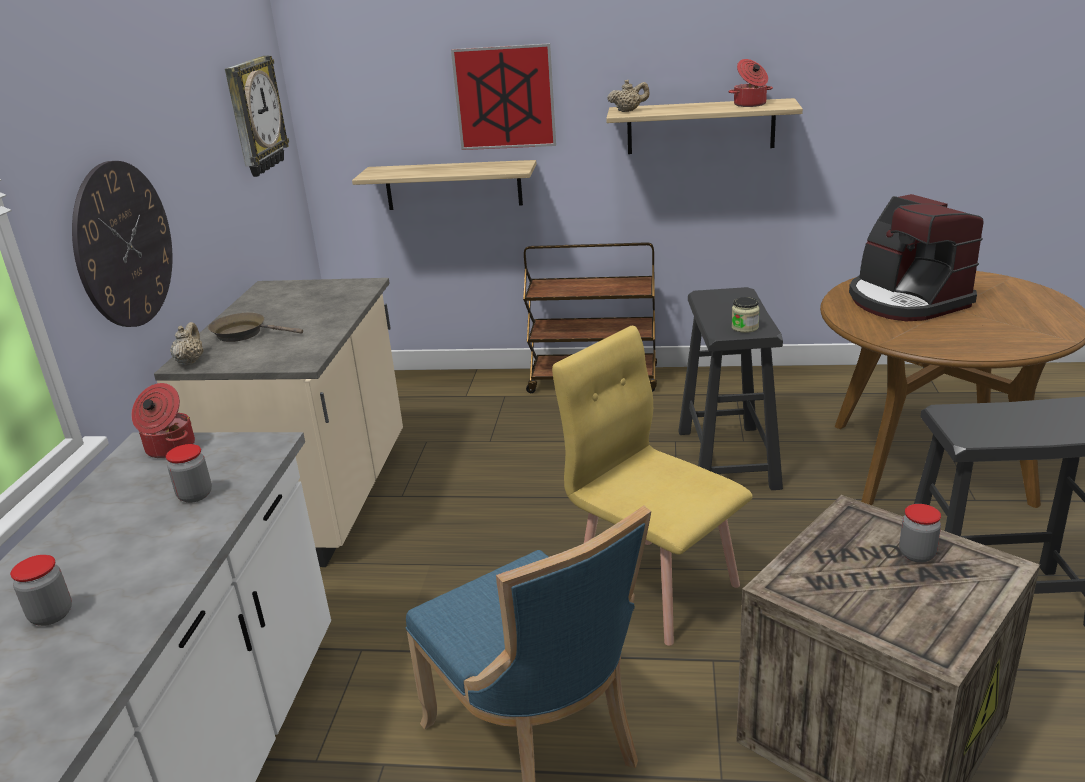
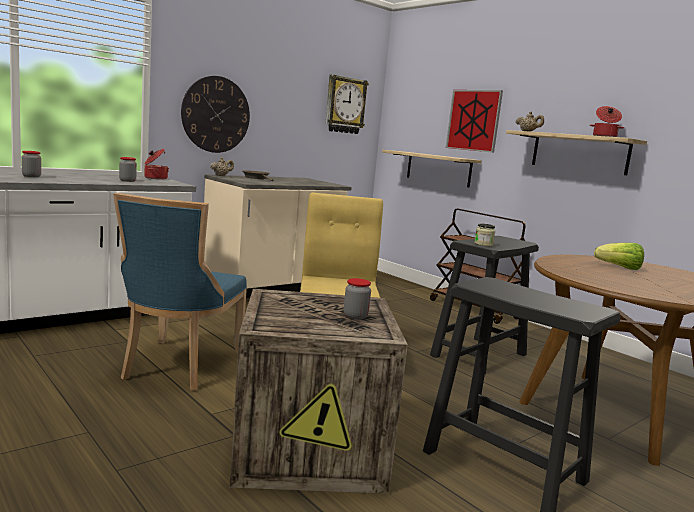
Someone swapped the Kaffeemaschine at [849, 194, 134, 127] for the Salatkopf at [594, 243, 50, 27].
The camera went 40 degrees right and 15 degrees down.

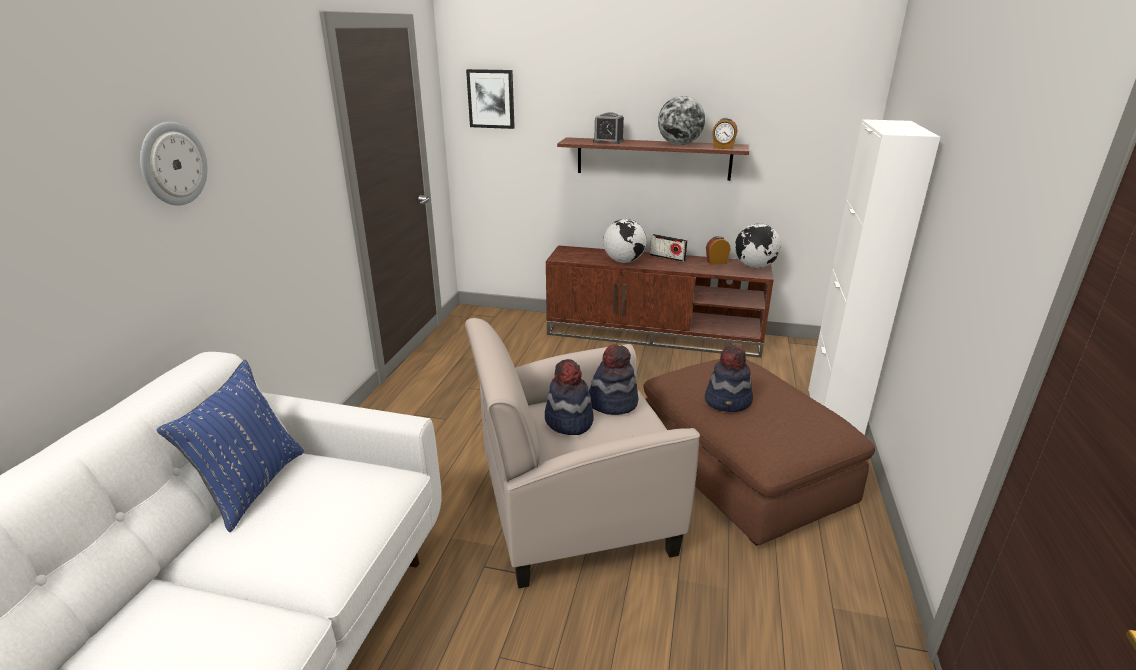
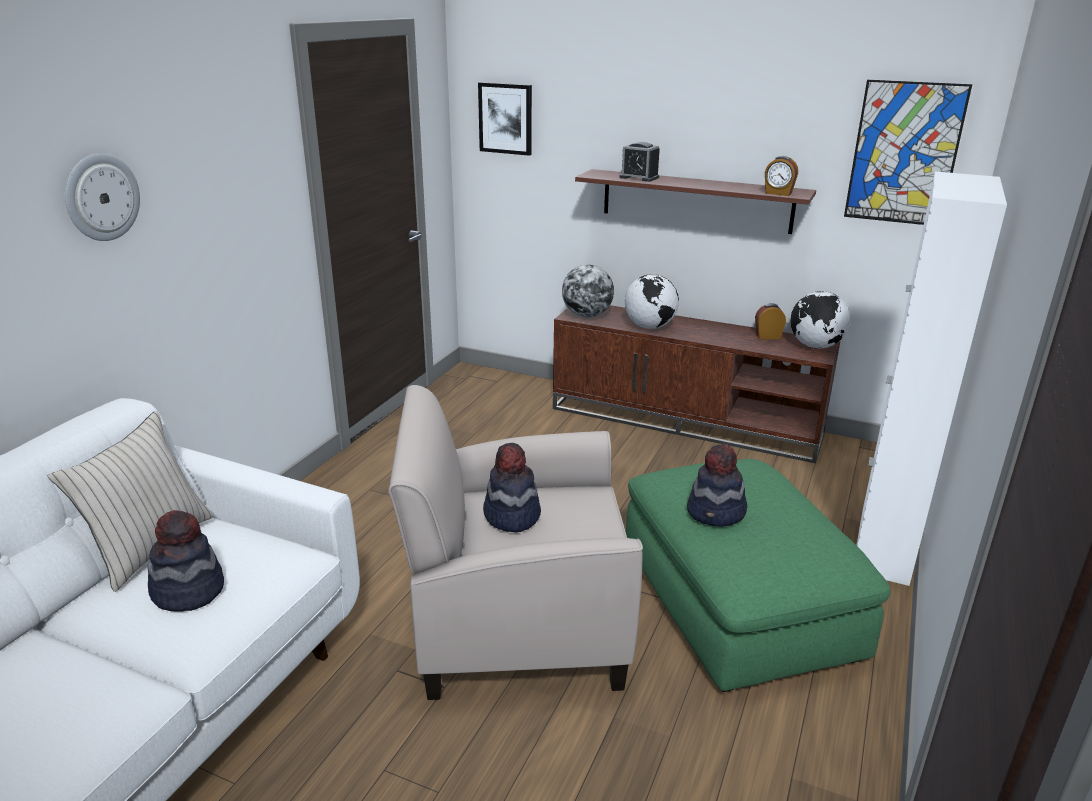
Someone repainted the Kissen (blau) at [156, 360, 148, 172], which became the Kissen (beige) at [48, 410, 165, 182].
Someone carried the Hut from [588, 344, 51, 71] to [148, 510, 76, 102].
Someone carried the Globus from [658, 96, 47, 49] to [562, 265, 52, 52].
Someone repainted the Polsterhocker (braun) at [643, 359, 232, 187], which became the Polsterhocker (grün) at [626, 459, 265, 233].
Someone put up the Bild at [844, 80, 128, 145].
Someone took away the Radio at [650, 234, 38, 28].
The camera went 10 degrees right and 0 degrees up.

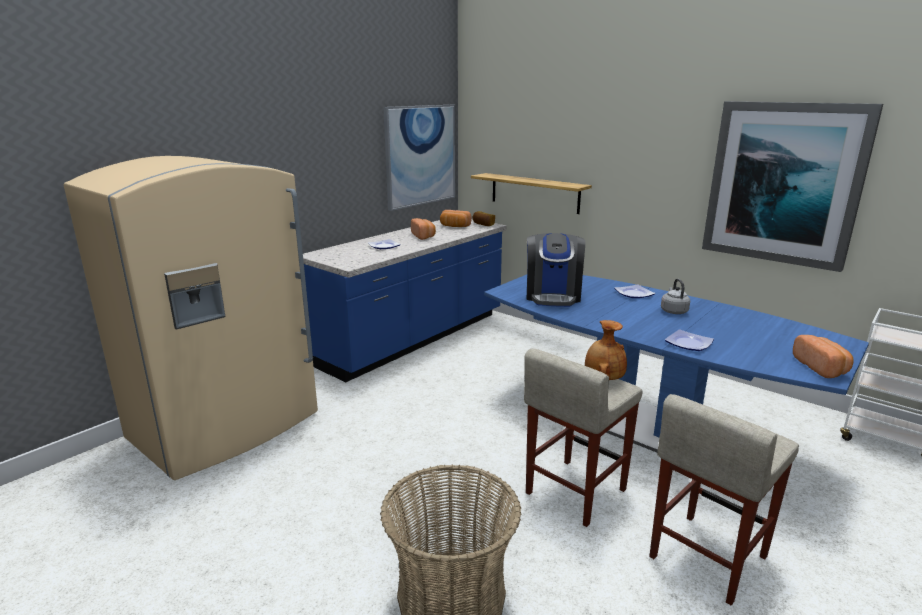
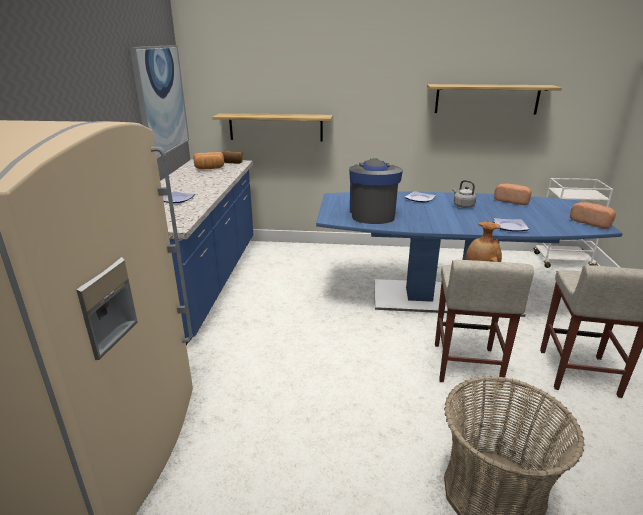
Someone rotated the Kaffeemaschine at [526, 233, 59, 74] by 150 degrees counterclockwise.
Someone swapped the Bild at [702, 101, 181, 171] for the Wandregal at [427, 84, 135, 30].
Someone carried the Brot from [411, 218, 25, 22] to [494, 183, 37, 22].
The camera went 35 degrees left and 5 degrees up.

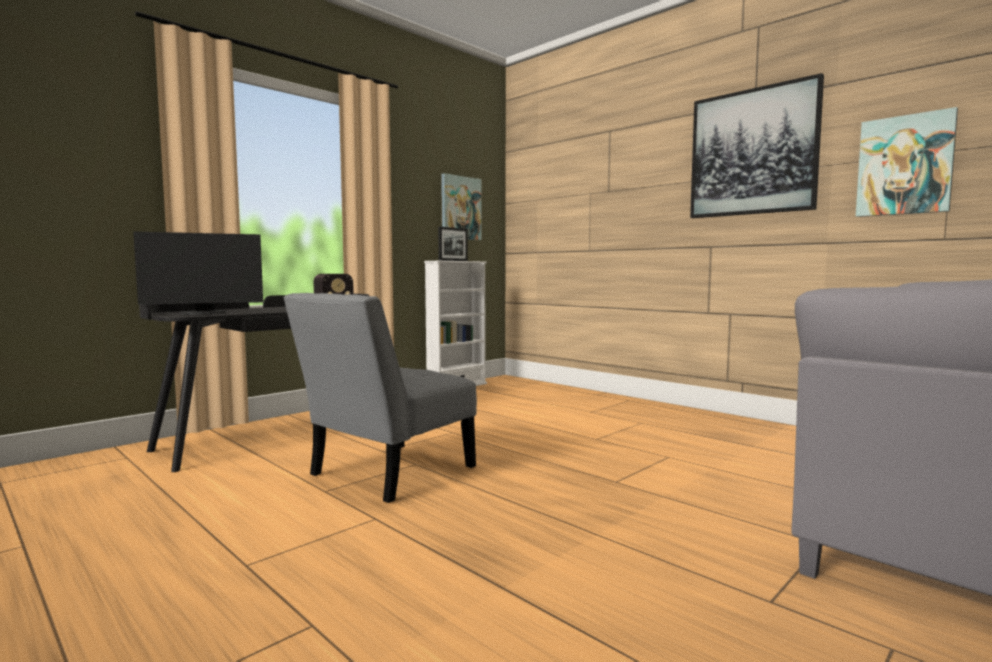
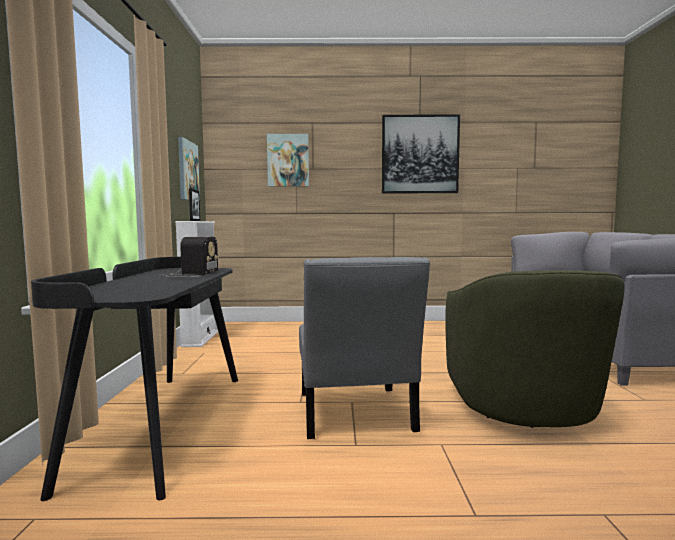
Someone carried the Bild from [856, 107, 102, 110] to [267, 134, 42, 53].
Someone put down the Sessel (grün) at [445, 270, 180, 158].
Someone took away the Monitor at [133, 232, 130, 83].
The camera went 45 degrees left and 0 degrees up.

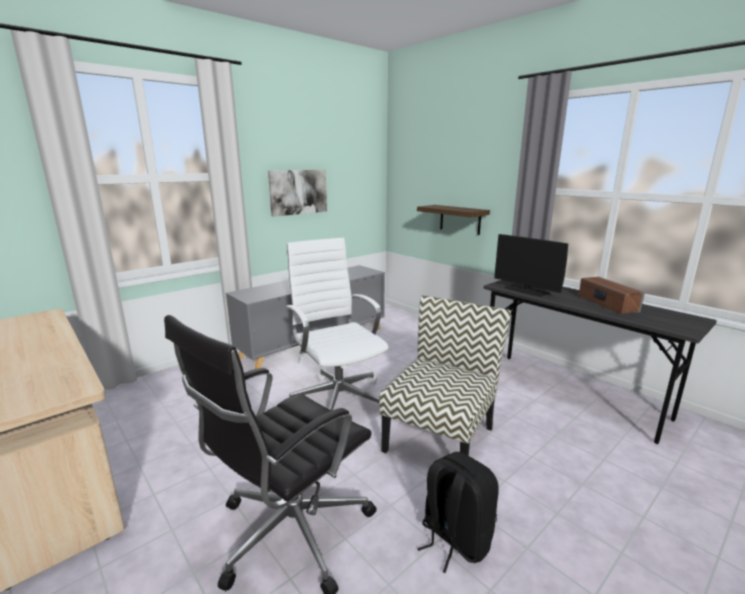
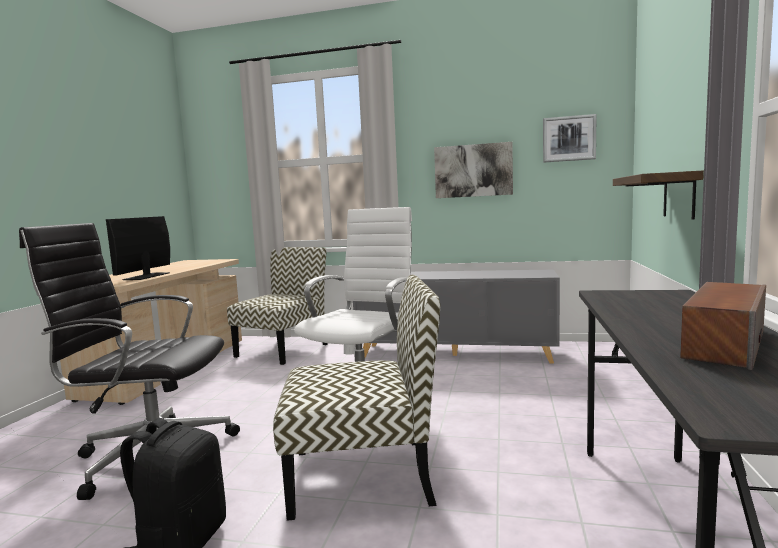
Someone carried the Monitor from [494, 234, 74, 63] to [106, 216, 64, 64].
Someone put down the Stuhl at [227, 247, 101, 118].
Someone put up the Bild at [543, 114, 54, 49].
The camera went 55 degrees right and 10 degrees down.

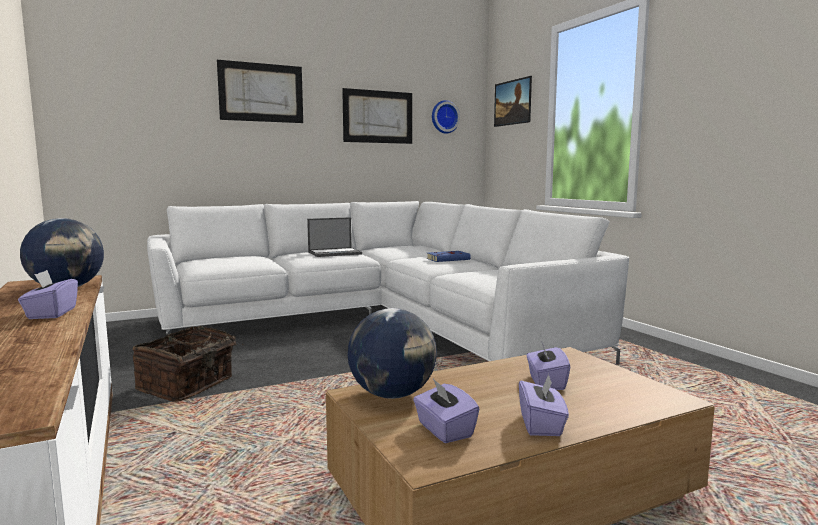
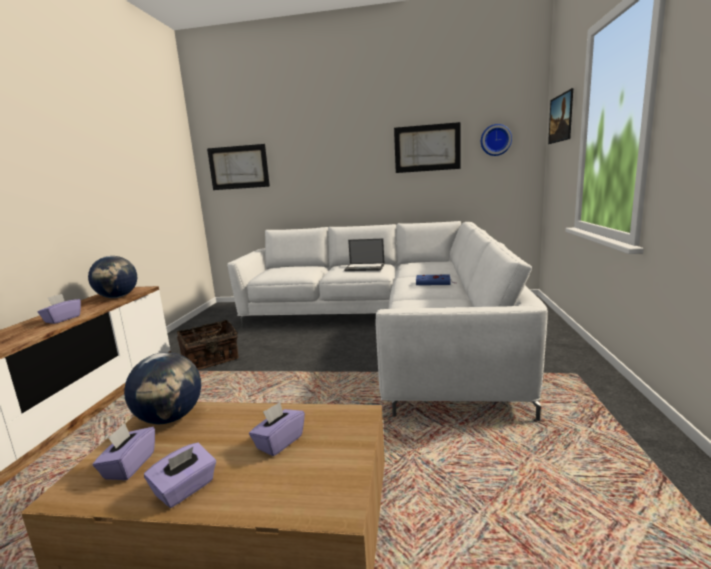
Someone carried the Bild from [217, 60, 86, 63] to [207, 144, 63, 46].
The camera went 35 degrees right and 5 degrees up.

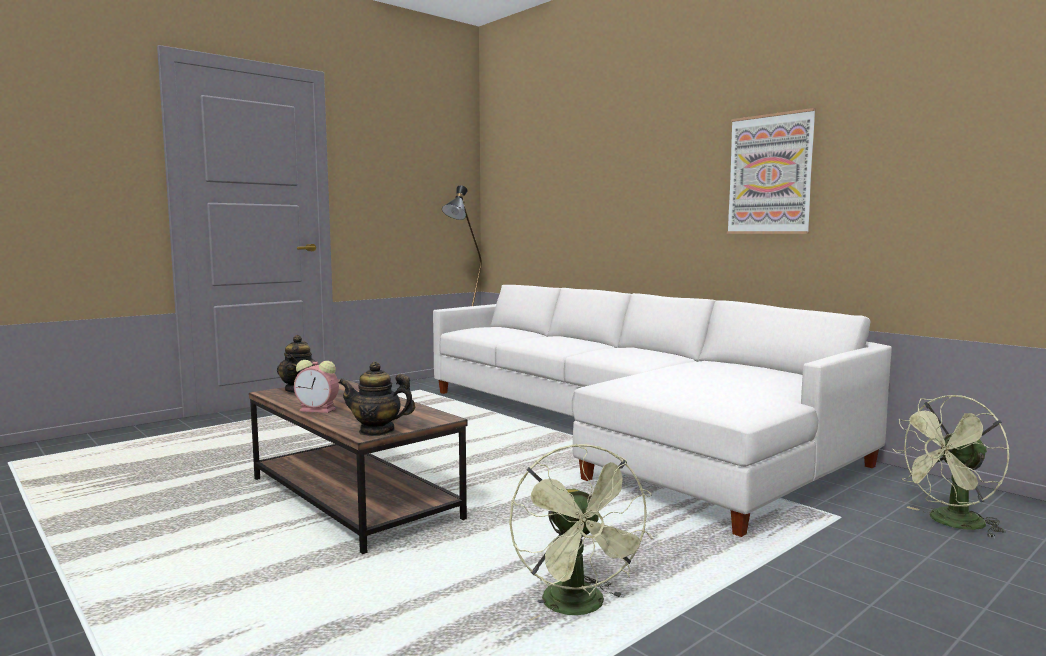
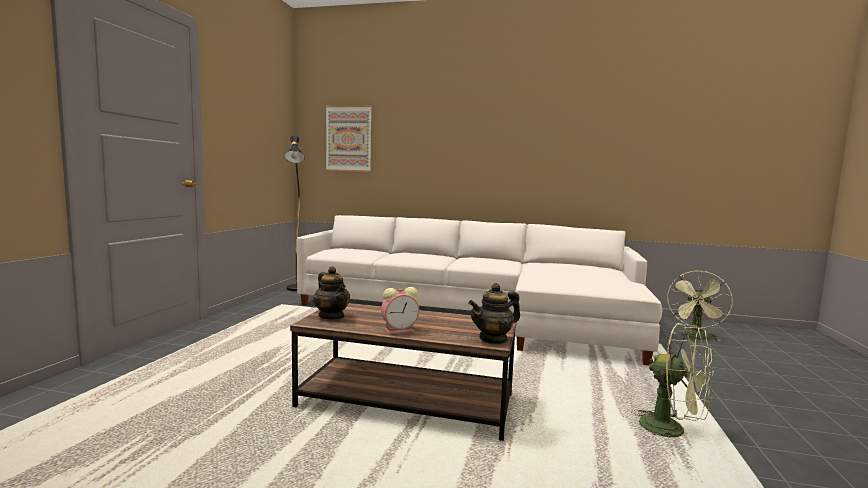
Someone carried the Bild from [727, 108, 89, 126] to [326, 105, 46, 67].
The camera went 35 degrees left and 0 degrees up.

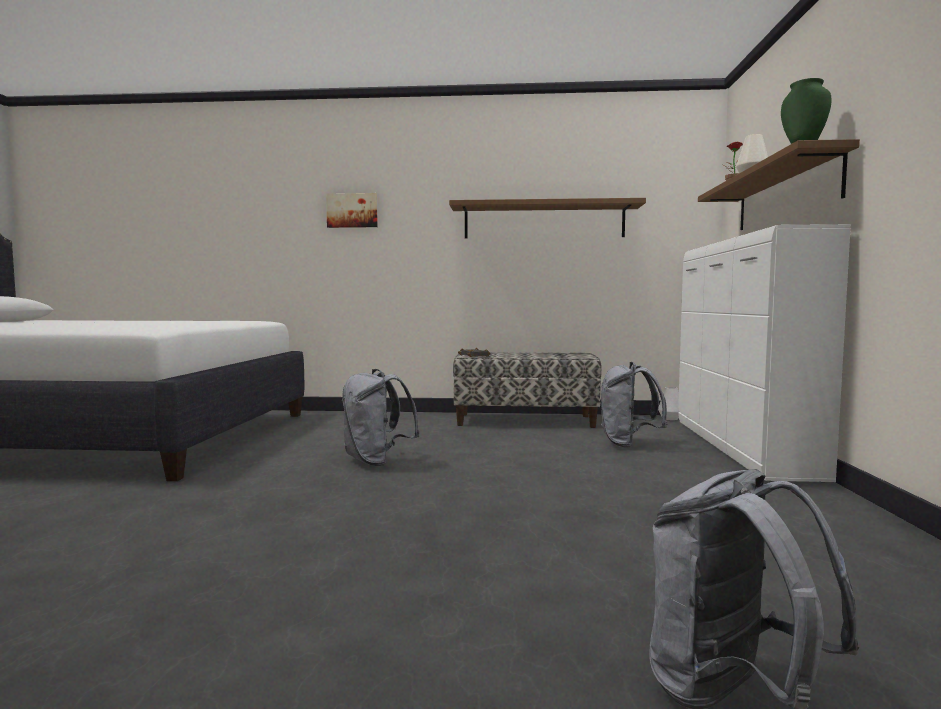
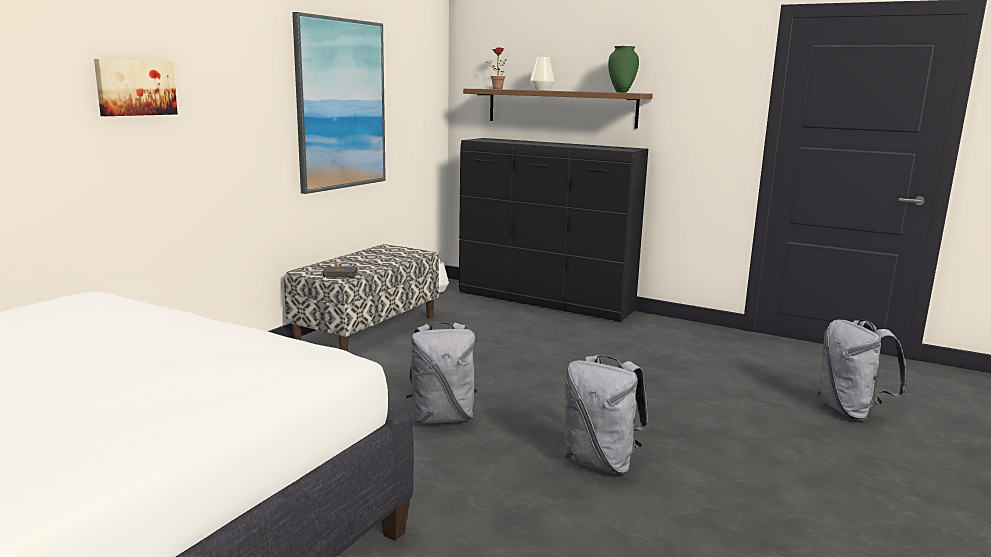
Someone swapped the Wandregal (braun) at [449, 198, 197, 40] for the Bild at [292, 12, 94, 182].
Someone repainted the Kommode (weiß) at [678, 224, 173, 258], which became the Kommode (schwarz) at [459, 138, 189, 184].
Someone carried the Rucksack (grau) from [601, 362, 66, 85] to [564, 355, 85, 120].
The camera went 65 degrees left and 10 degrees up.

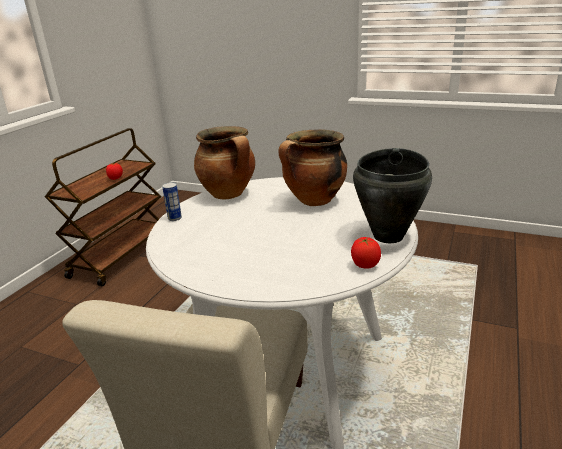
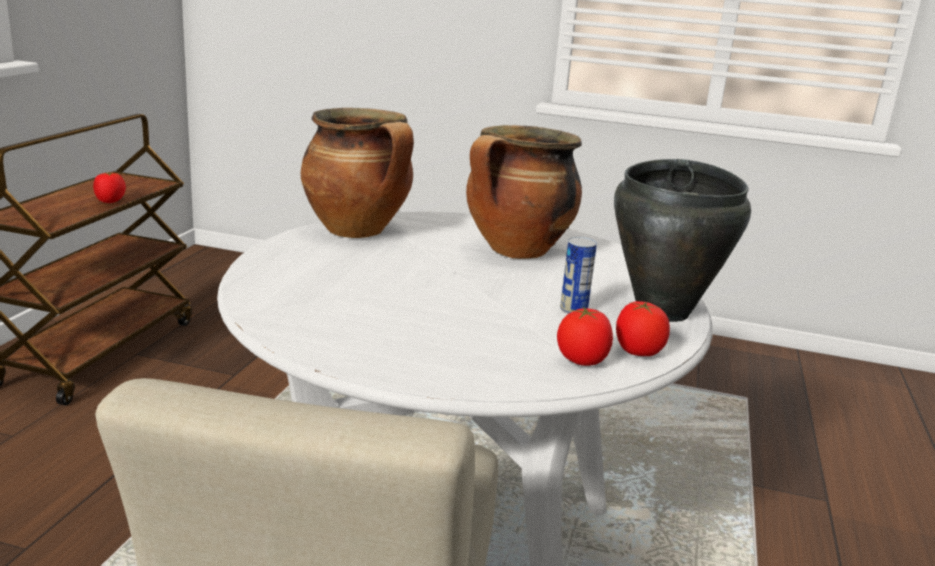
Someone put down the Tomate at [557, 306, 56, 60].
Someone carried the Dose from [162, 182, 20, 39] to [560, 237, 37, 77].
The camera went 10 degrees left and 5 degrees down.

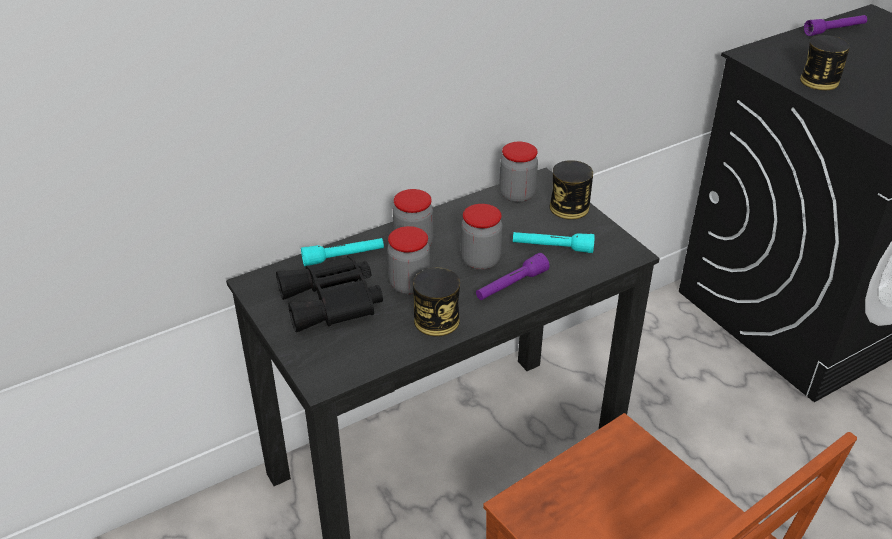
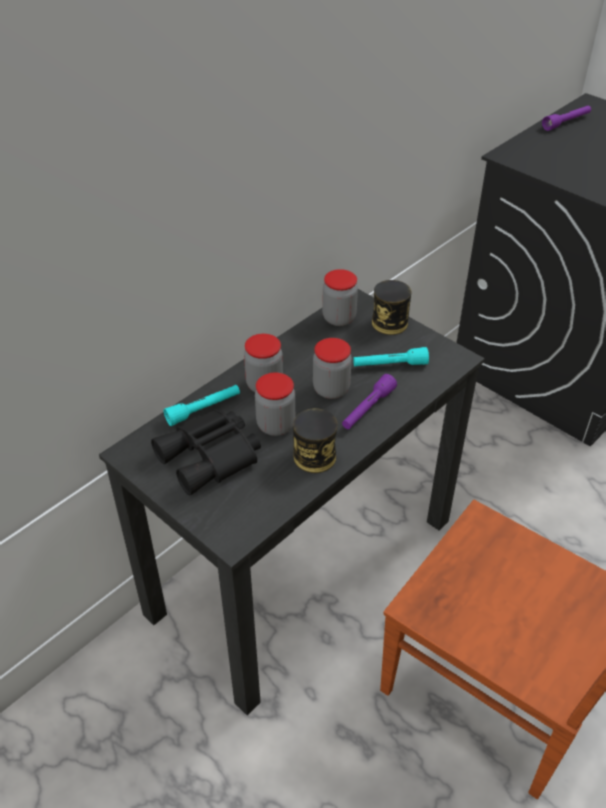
Someone took away the Dose at [800, 35, 50, 55].
The camera went 15 degrees left and 5 degrees up.

